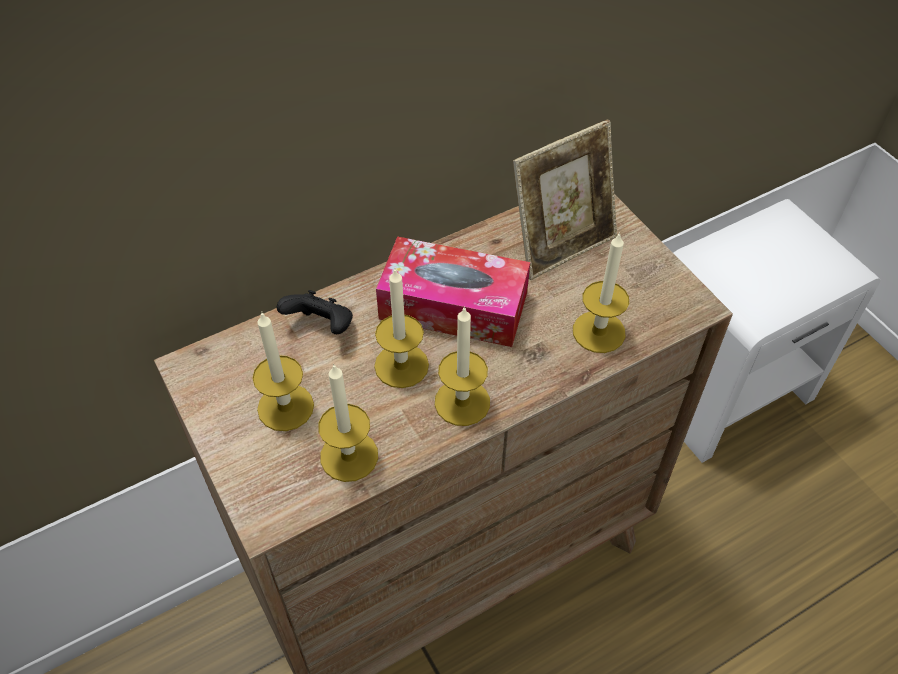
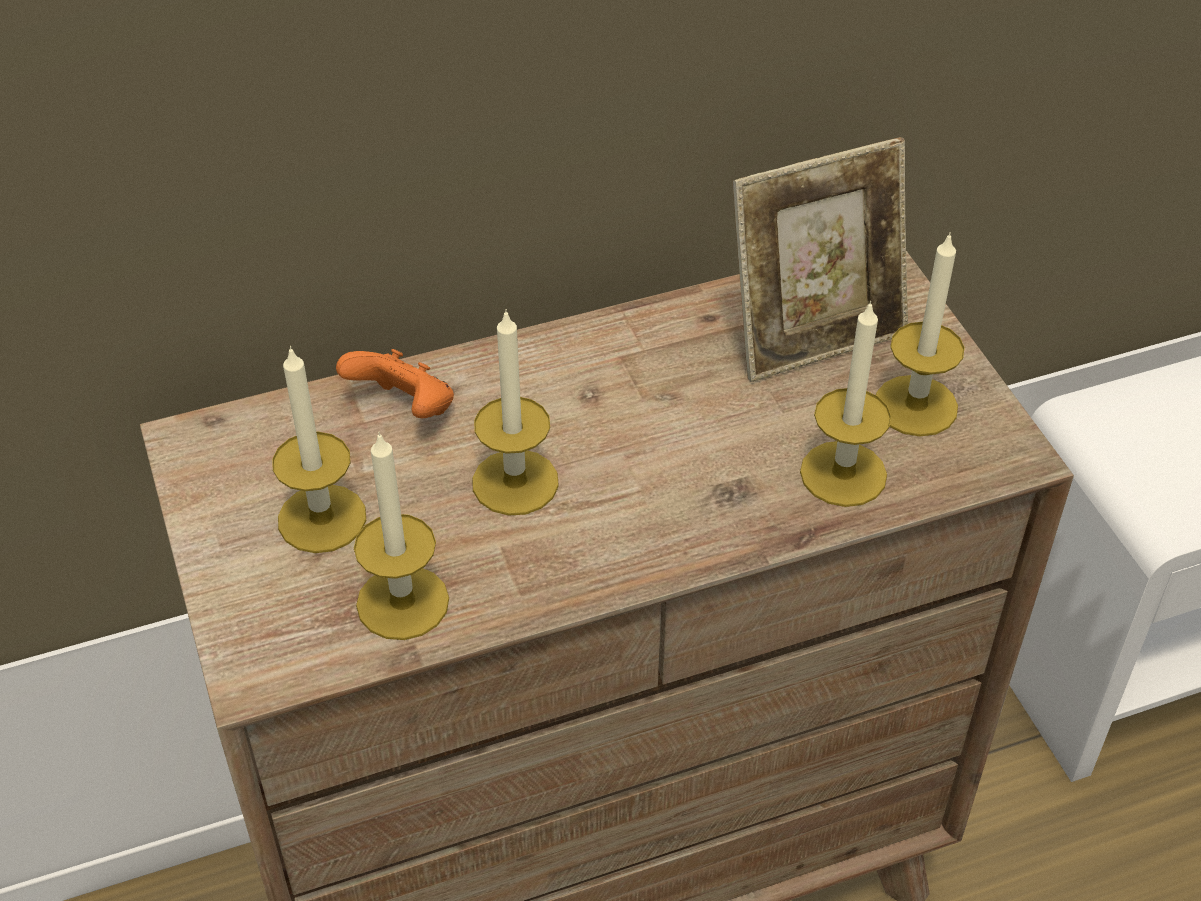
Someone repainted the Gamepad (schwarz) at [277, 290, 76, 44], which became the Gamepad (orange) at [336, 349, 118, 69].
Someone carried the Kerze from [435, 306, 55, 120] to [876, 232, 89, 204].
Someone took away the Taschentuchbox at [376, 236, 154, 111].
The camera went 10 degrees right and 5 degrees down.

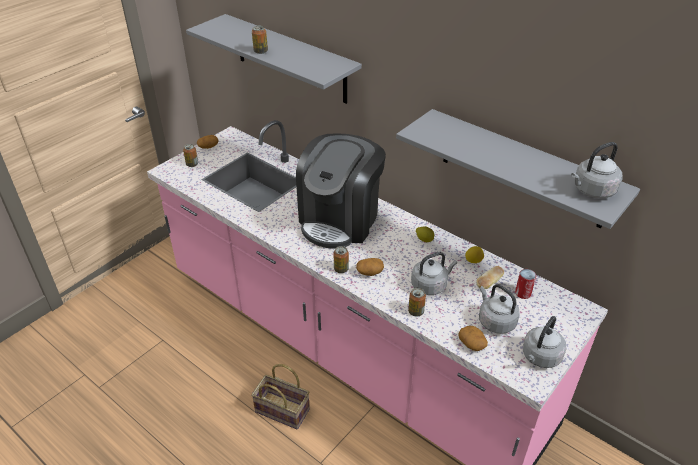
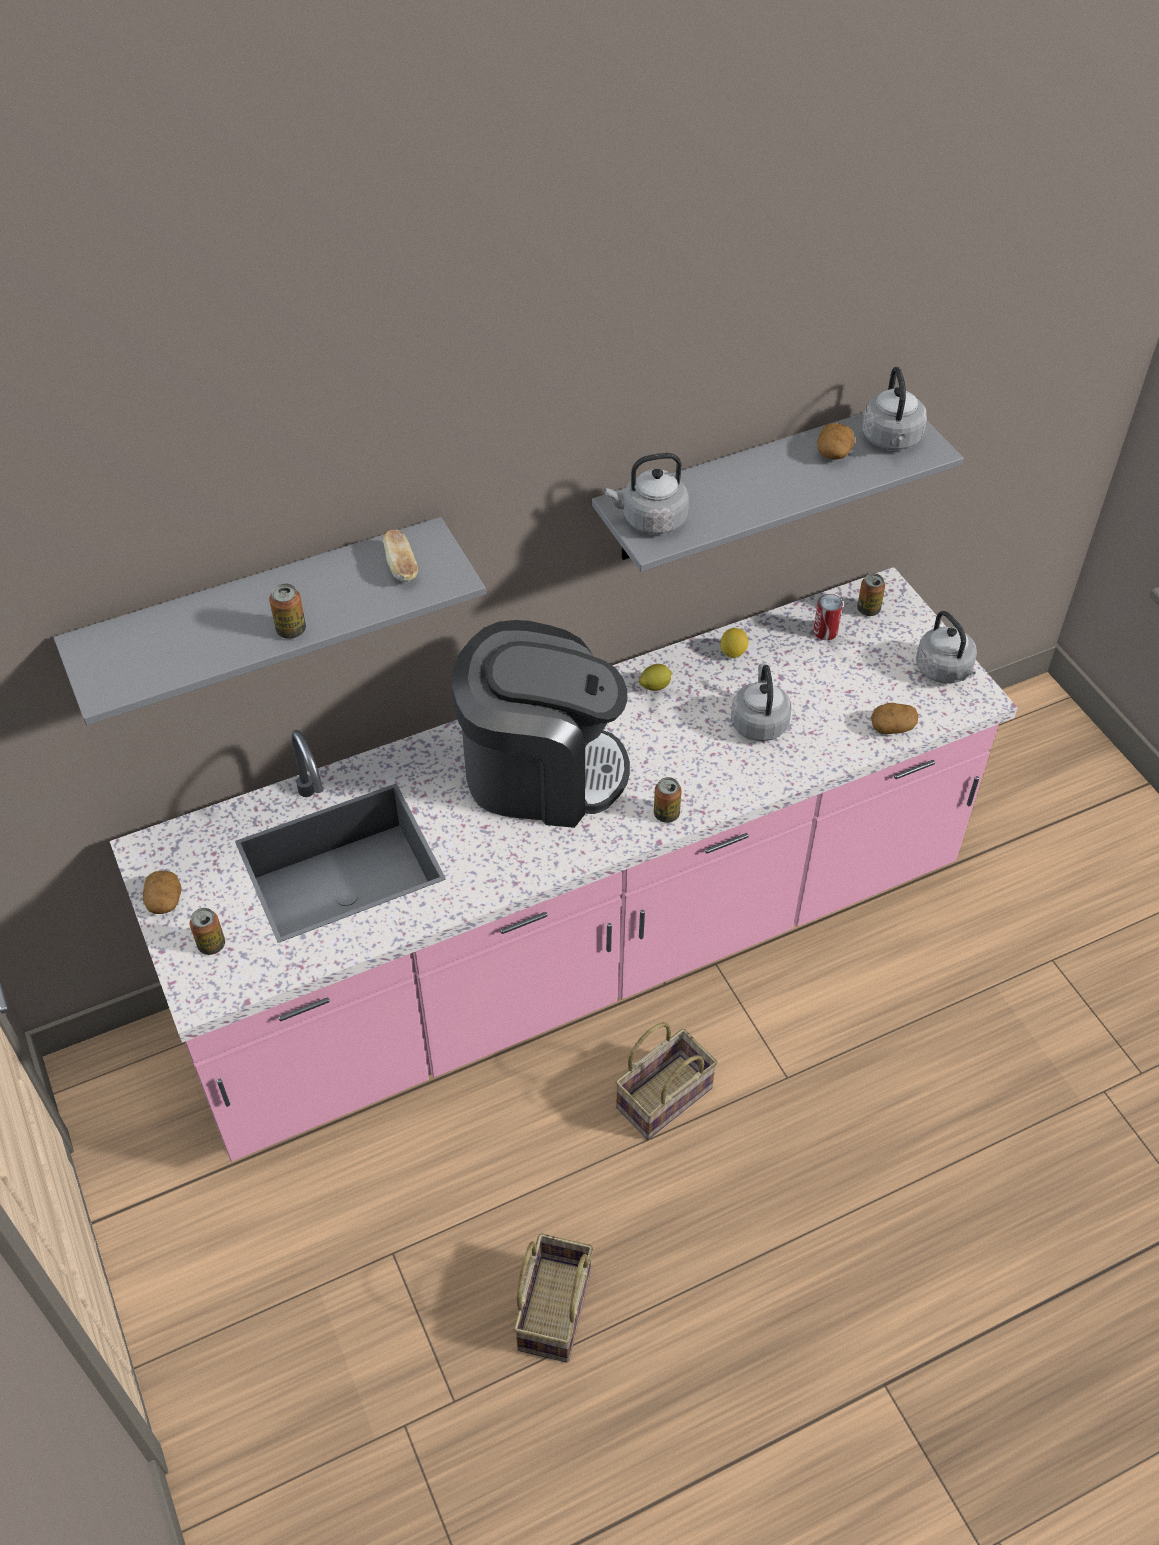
Someone carried the Brot from [476, 266, 28, 23] to [383, 530, 35, 52].
Someone rotated the Kaffeemaschine at [296, 133, 90, 116] by 45 degrees counterclockwise.
Someone put down the Korb at [513, 1233, 80, 130].
Someone carried the Wasserkessel (grau) from [479, 284, 41, 50] to [604, 453, 85, 81].
Someone carried the Kartoffel from [356, 258, 28, 18] to [817, 423, 38, 36].
Someone carried the Dose from [408, 288, 18, 28] to [857, 573, 28, 43].
The camera went 65 degrees left and 10 degrees up.

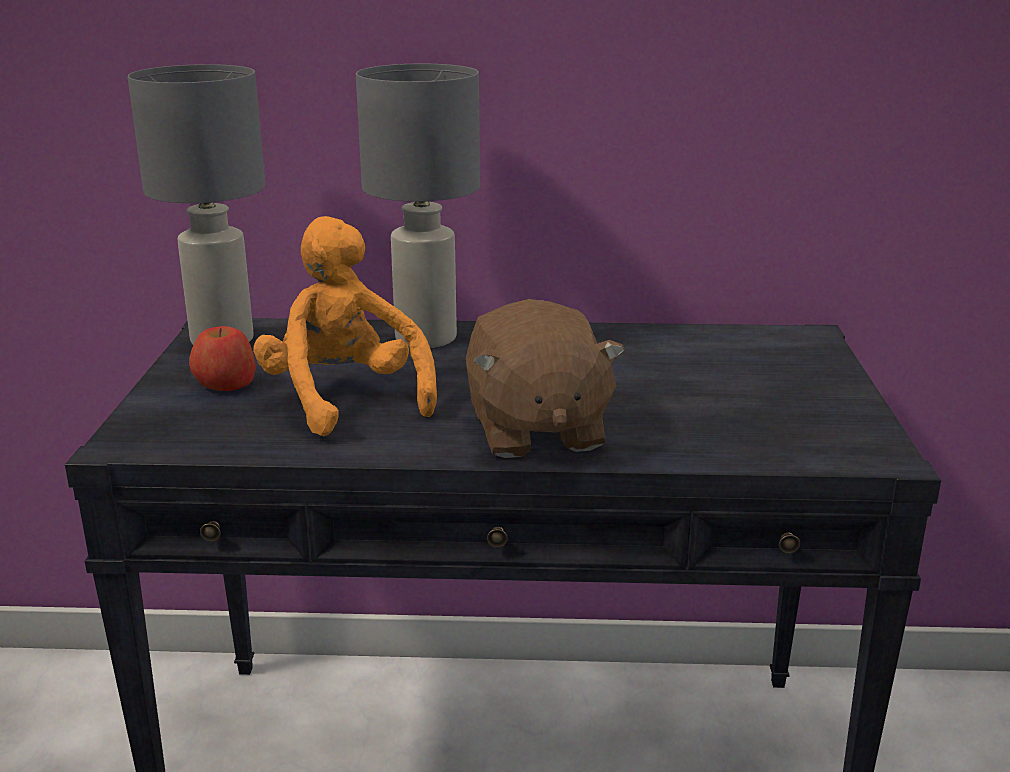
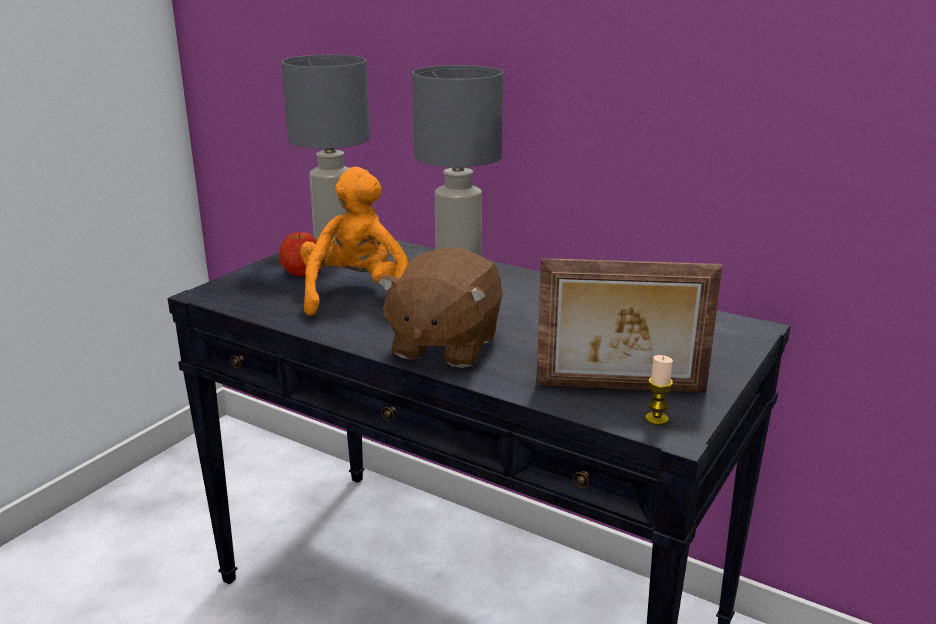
Someone put down the Bilderrahmen at [536, 258, 187, 135].
Someone put down the Kerze at [645, 355, 28, 70].
The camera went 30 degrees right and 0 degrees up.

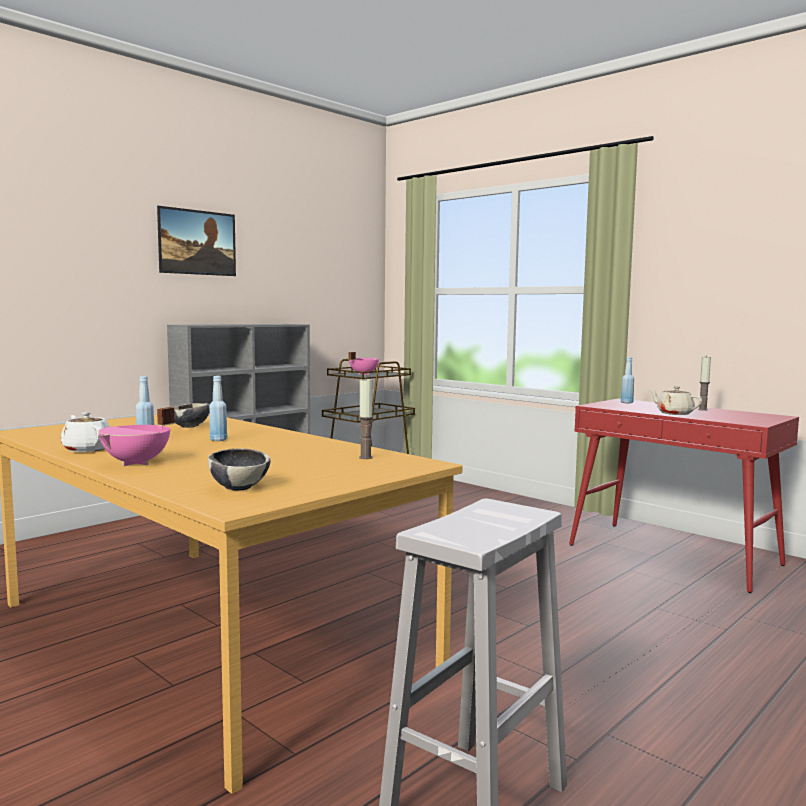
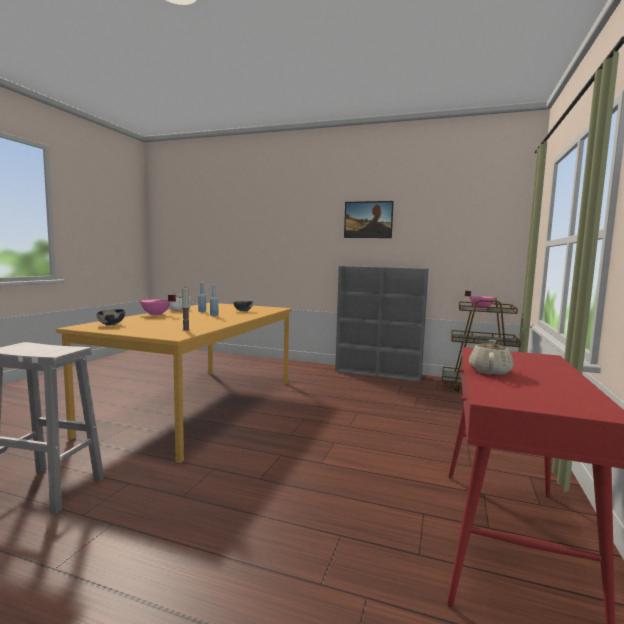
Someone took away the Flasche (blau) at [621, 357, 13, 46].
Someone took away the Kerze at [698, 355, 13, 56].
The camera went 65 degrees right and 0 degrees up.

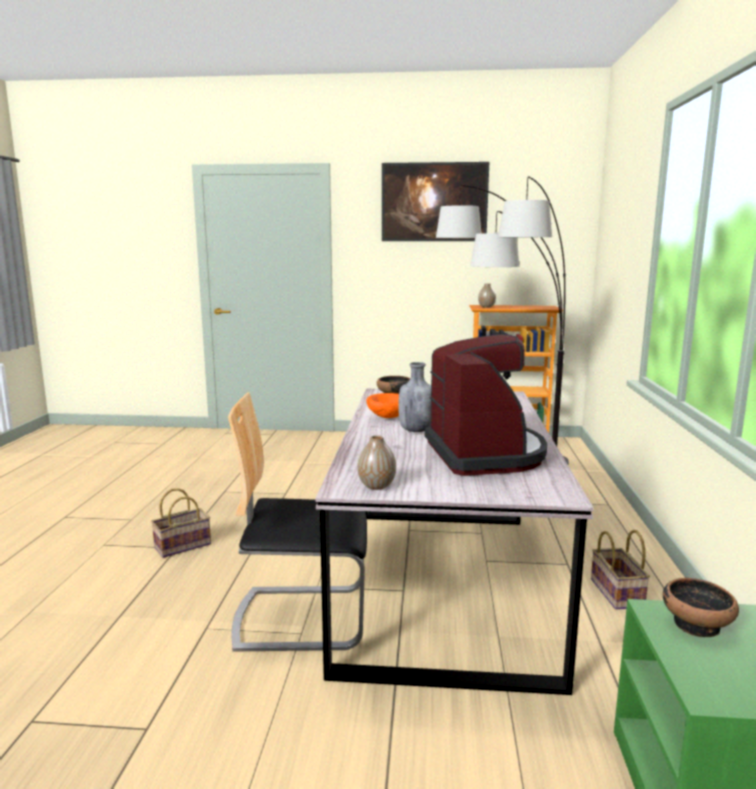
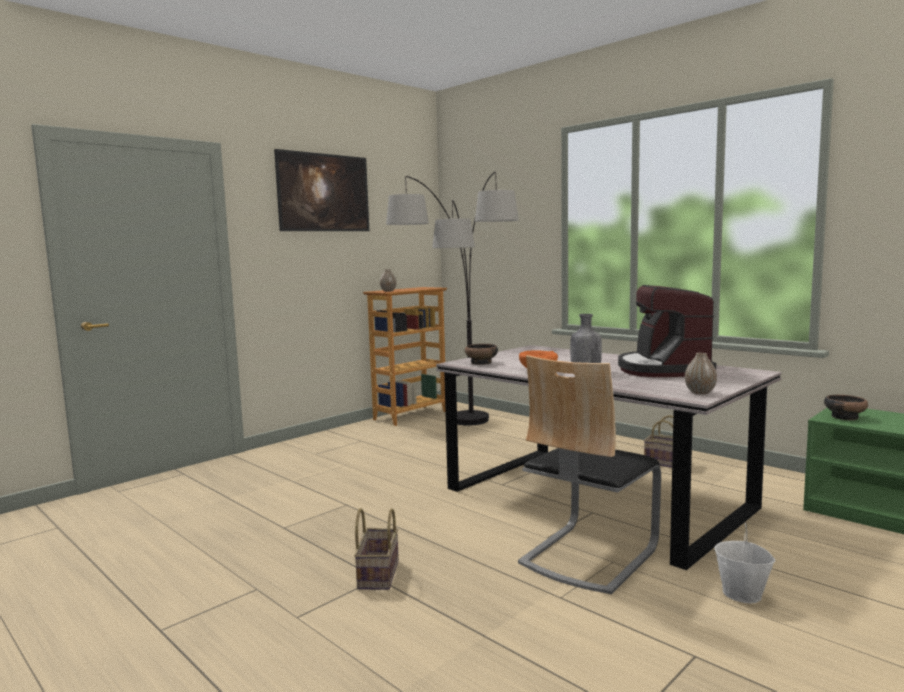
Someone rotated the Kaffeemaschine at [425, 334, 123, 142] by 120 degrees counterclockwise.
Someone put down the Eimer (weiß) at [715, 523, 60, 80].
The camera went 50 degrees left and 5 degrees down.

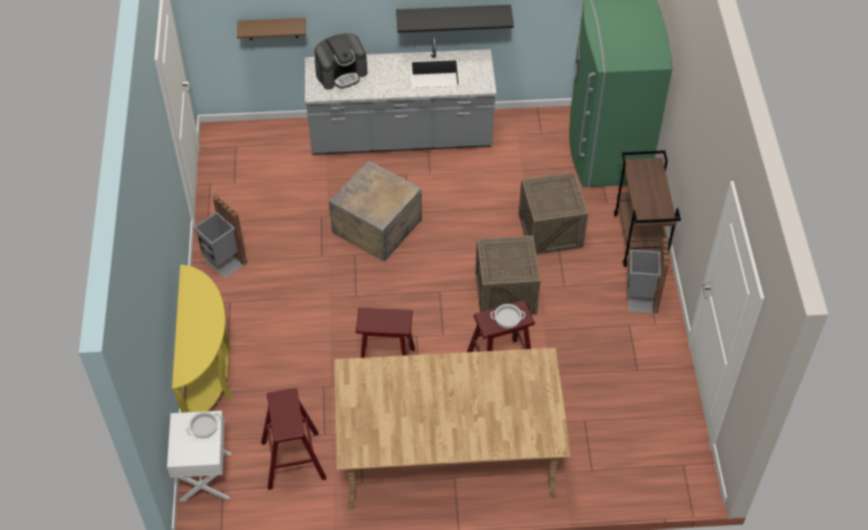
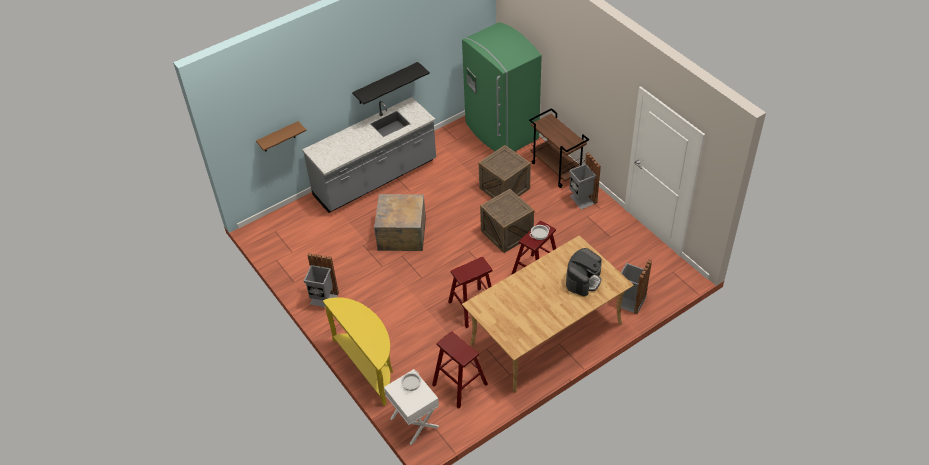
Someone carried the Kaffeemaschine from [315, 34, 52, 56] to [566, 248, 36, 49].
Someone put down the Mülleimer (grau) at [621, 260, 31, 54].
The camera went 30 degrees left and 5 degrees down.

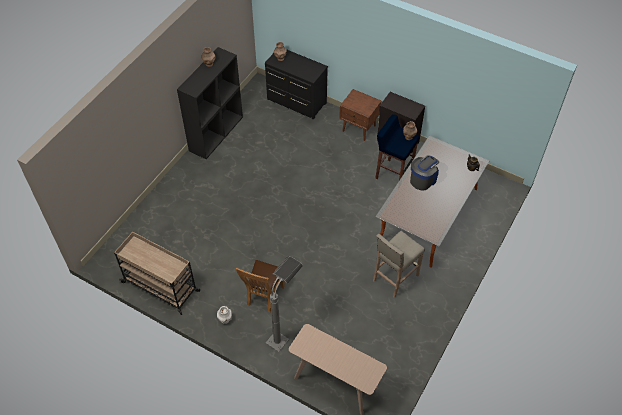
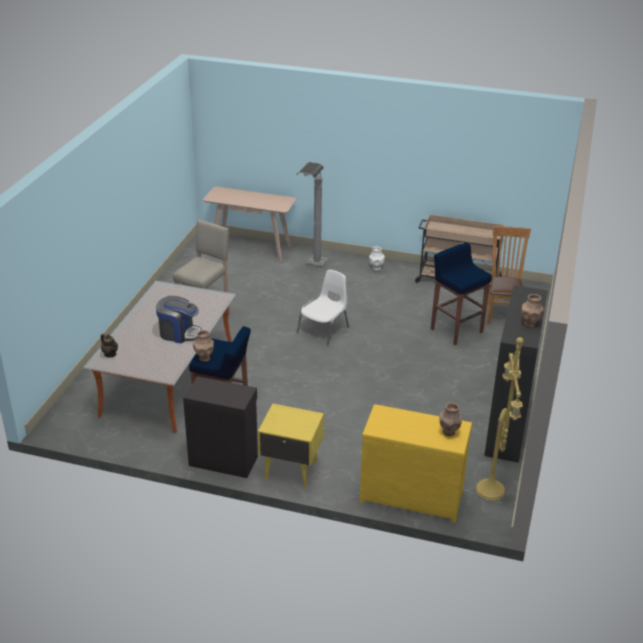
Someone rotated the Kaffeemaschine at [410, 155, 29, 36] by 105 degrees counterclockwise.
Someone repainted the Nachttisch (braun) at [339, 89, 43, 52], which became the Nachttisch (gelb) at [258, 404, 66, 84].
Someone put down the Stuhl (weiß) at [297, 270, 52, 75].
Someone repainted the Kommode (schwarz) at [265, 50, 63, 70], which became the Kommode (gelb) at [360, 404, 112, 118].
Someone put down the Hocker (blau) at [431, 243, 61, 102].
Someone put down the Stehlampe (gelb) at [476, 337, 47, 164].
Someone carried the Stuhl (braun) from [236, 260, 49, 52] to [487, 226, 44, 98].
The camera went 165 degrees right and 20 degrees down.

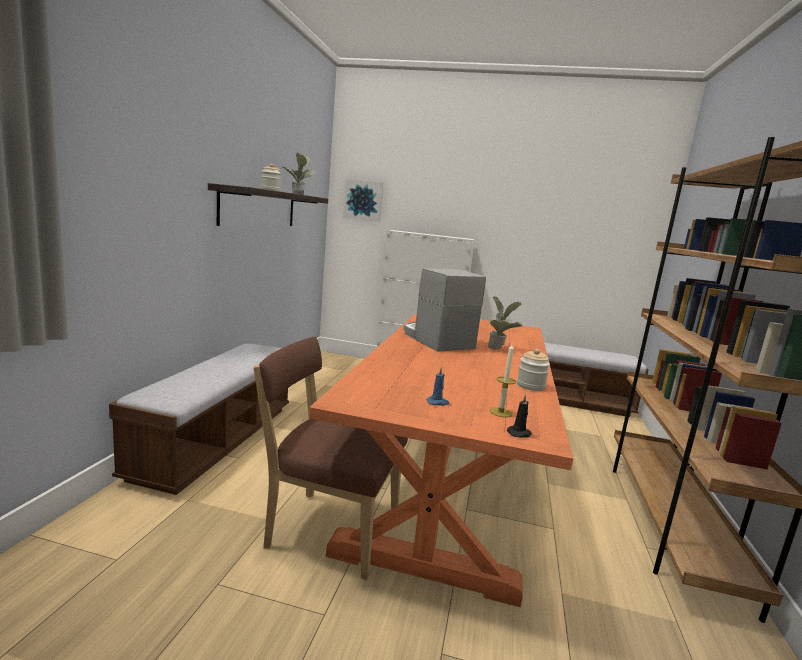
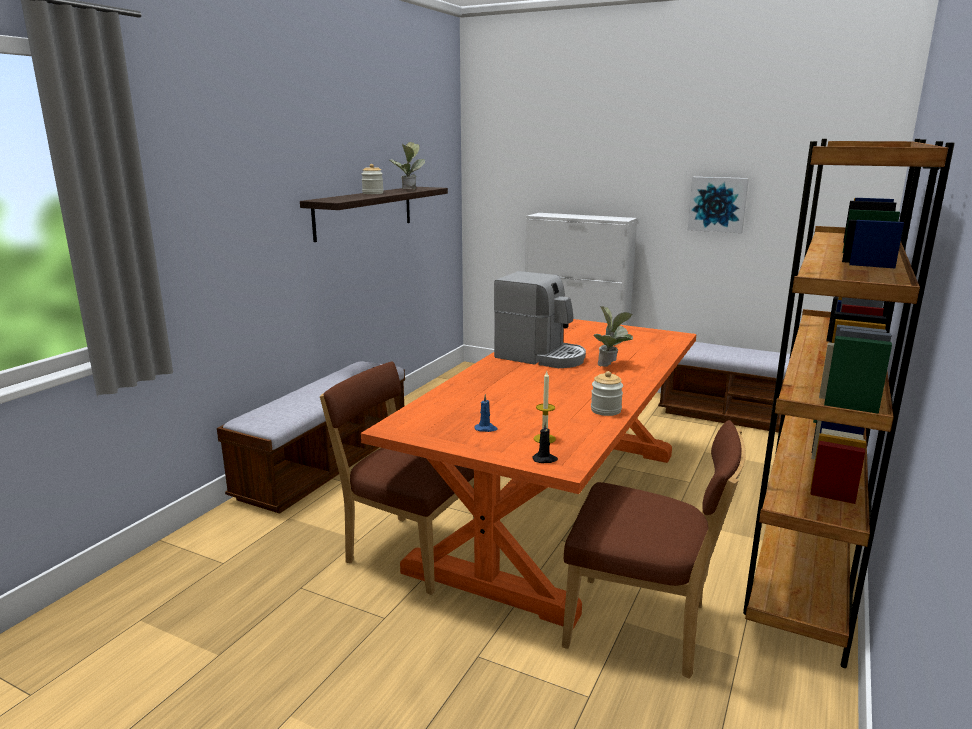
Someone rotated the Kaffeemaschine at [403, 268, 83, 84] by 135 degrees clockwise.
Someone put down the Stuhl (braun) at [562, 420, 184, 259].
Someone carried the Bild from [343, 179, 41, 43] to [688, 177, 61, 56].
The camera went 15 degrees right and 5 degrees up.

